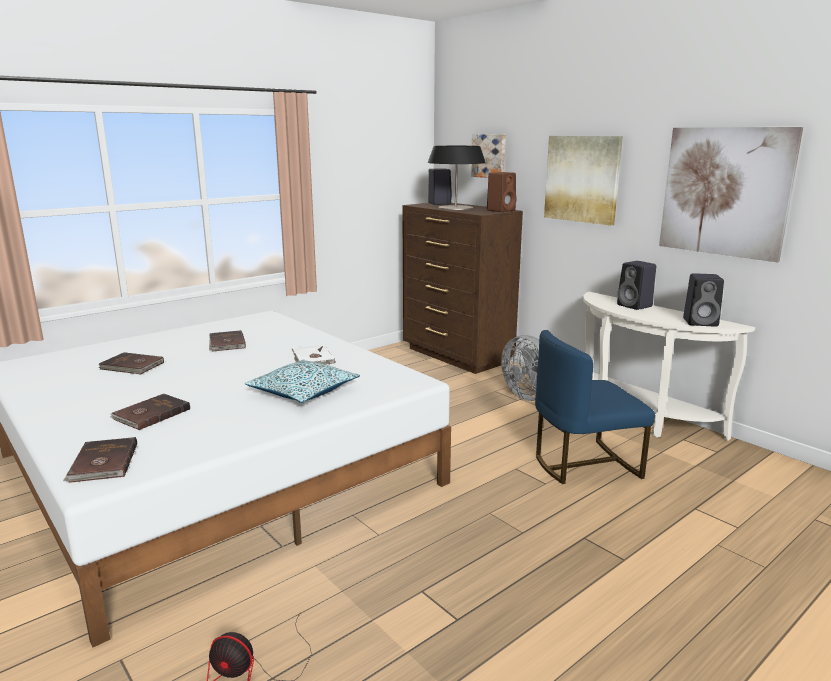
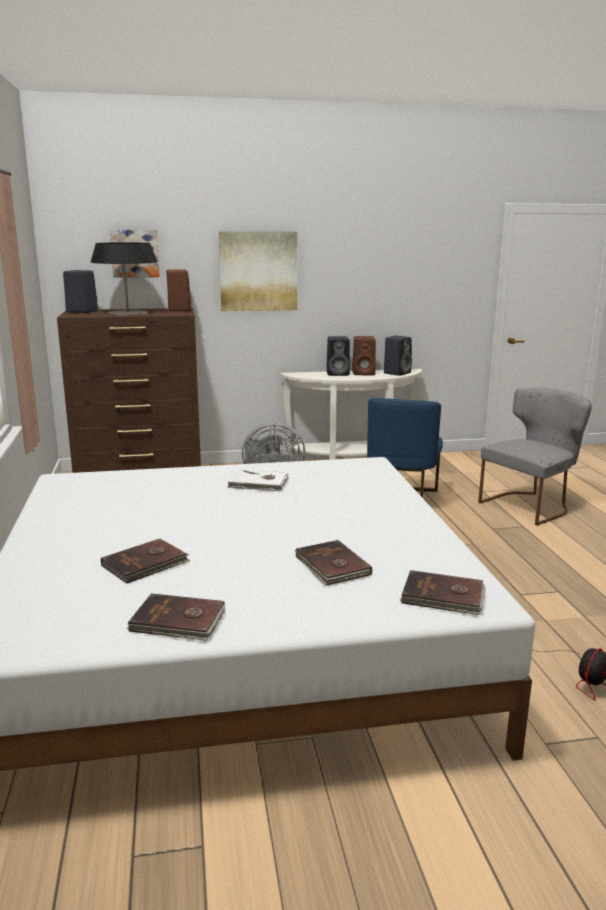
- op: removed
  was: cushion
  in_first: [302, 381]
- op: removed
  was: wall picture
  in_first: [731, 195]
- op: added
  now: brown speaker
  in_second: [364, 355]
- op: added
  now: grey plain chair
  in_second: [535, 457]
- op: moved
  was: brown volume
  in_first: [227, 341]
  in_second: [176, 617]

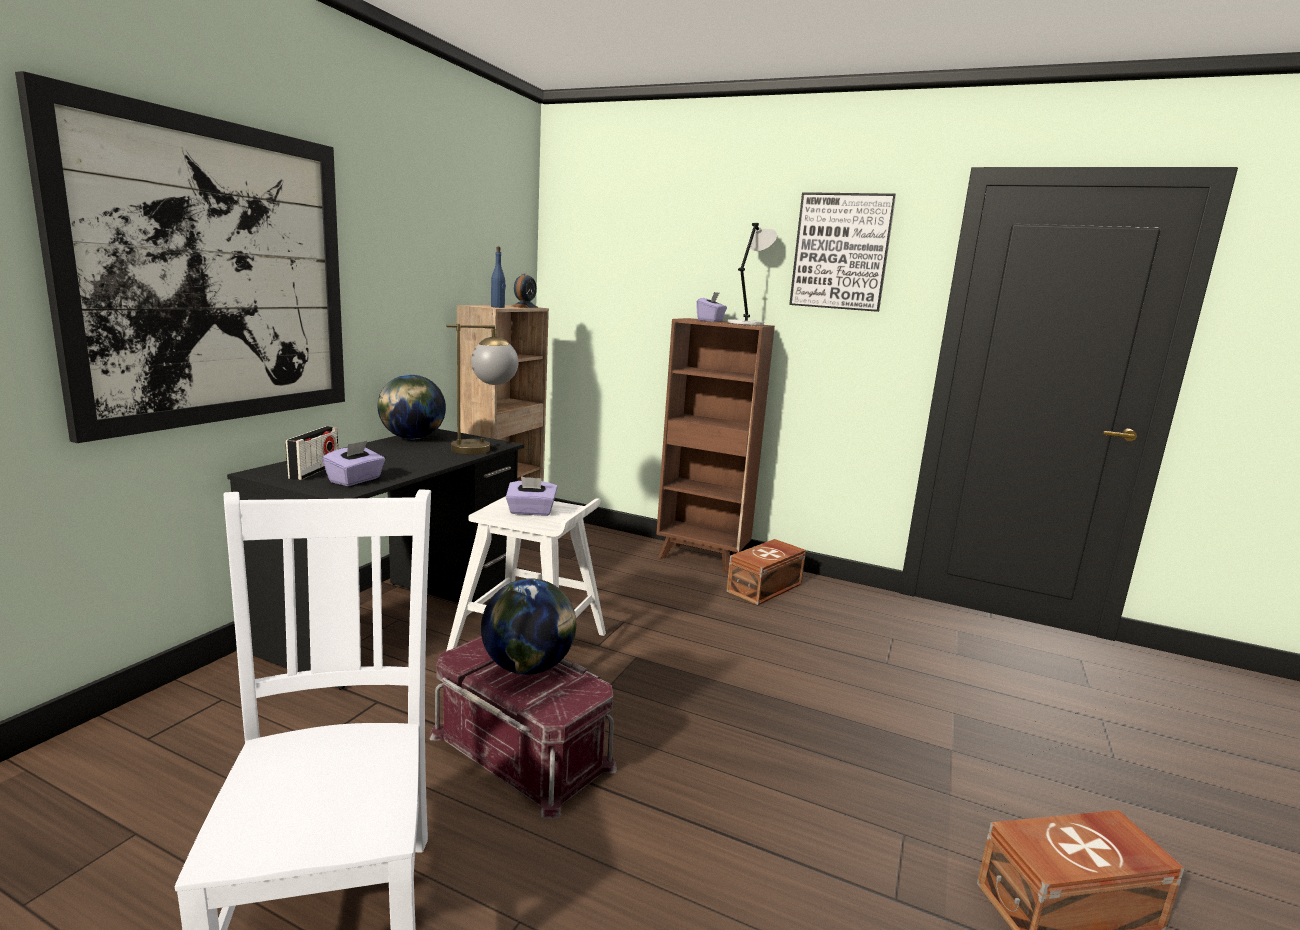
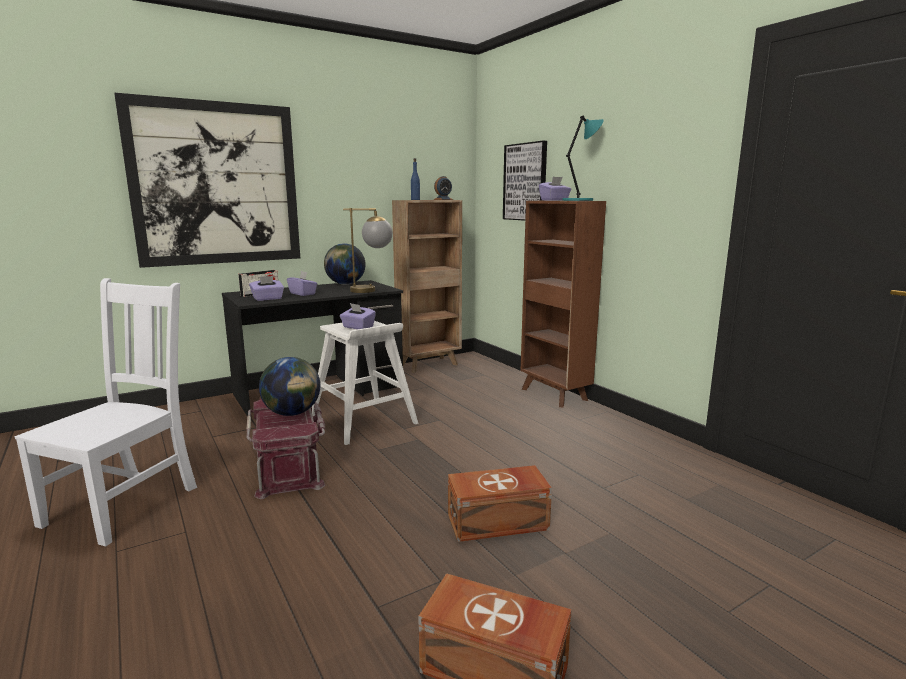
- op: added
  now: purple box of tissues
  in_second: [302, 283]
- op: moved
  was: brown storage box
  in_first: [766, 572]
  in_second: [500, 503]
- op: moved
  was: wall picture
  in_first: [842, 252]
  in_second: [525, 181]
- op: recoloured
  was: grey tabletop lamp
  now: blue-green tabletop lamp
  in_first: [752, 274]
  in_second: [583, 158]

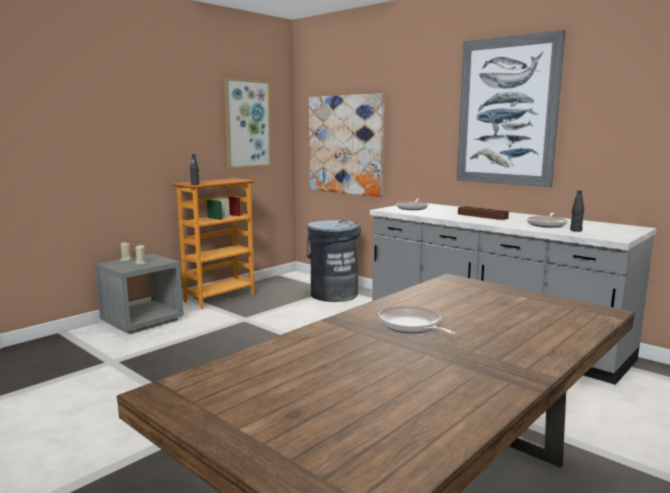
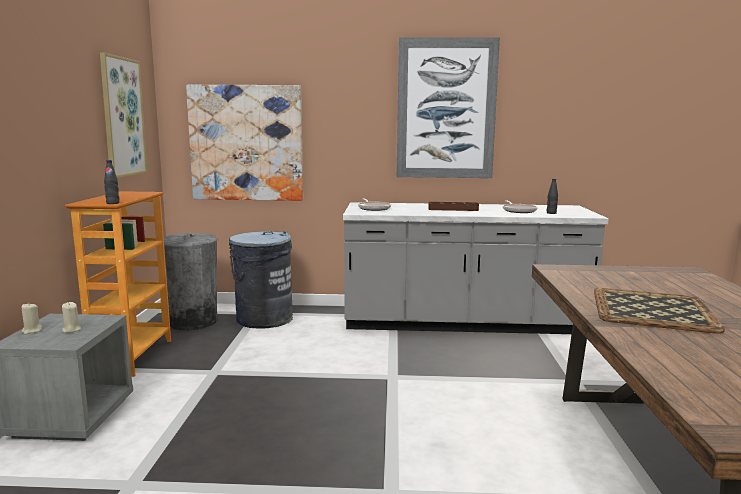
- op: added
  now: grey rubbish bin
  in_second: [191, 281]
- op: replaced
  was: skillet
  now: carrying tray
  in_first: [417, 320]
  in_second: [659, 311]

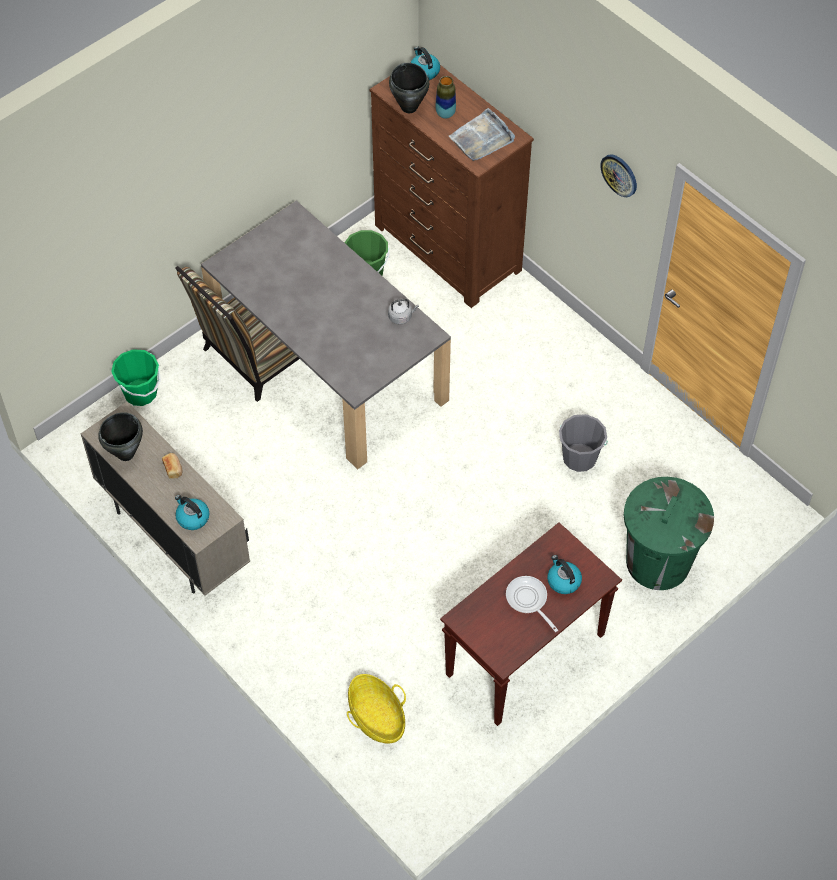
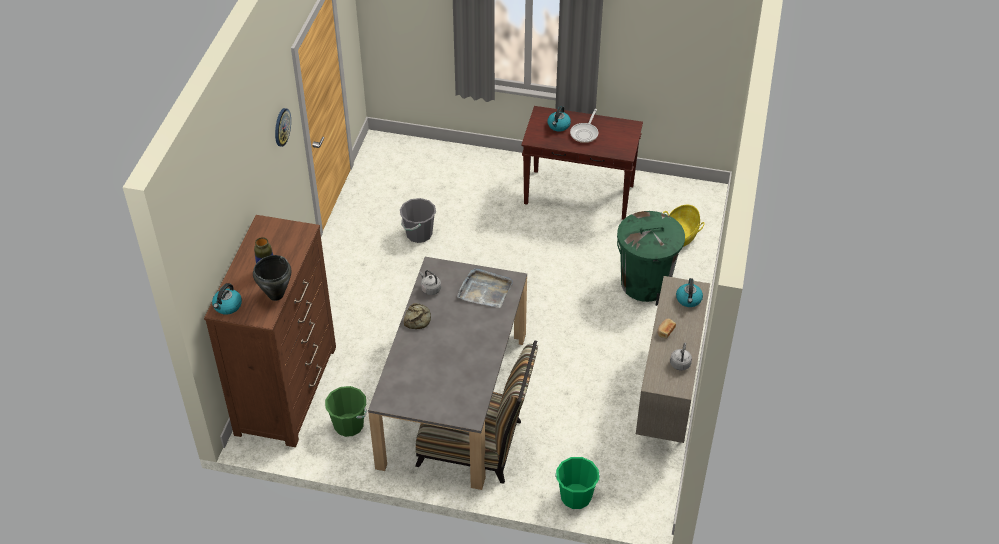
- op: added
  now: bread
  in_second: [417, 316]
- op: moved
  was: grey carrying tray
  in_first: [482, 134]
  in_second: [485, 288]
- op: moved
  was: green-coloured rubbish bin
  in_first: [669, 533]
  in_second: [651, 256]
- op: replaced
  was: black saucepot
  now: grey water kettle
  in_first: [120, 436]
  in_second: [681, 357]

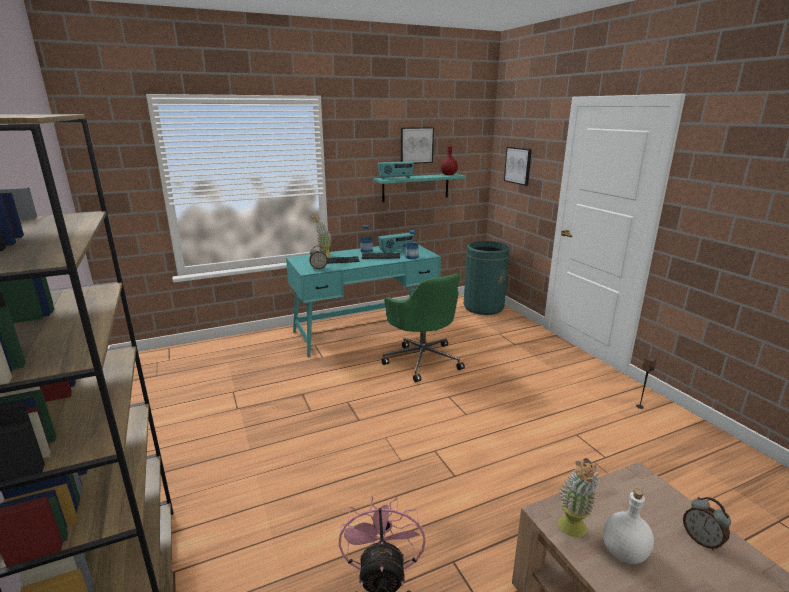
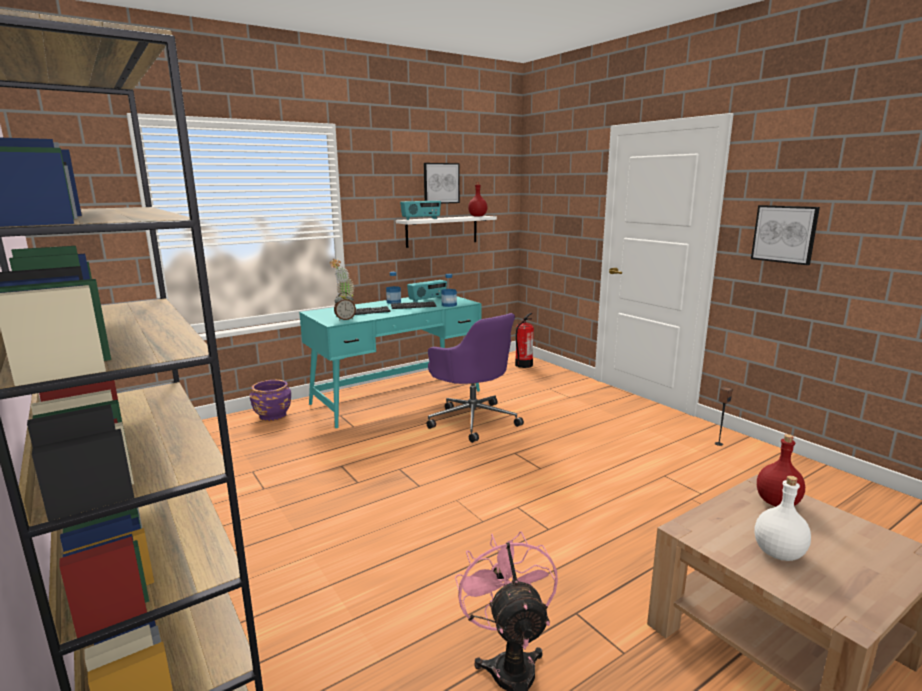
- op: removed
  was: potted plant
  in_first: [579, 497]
- op: removed
  was: bedside clock
  in_first: [707, 524]
- op: added
  now: purple flower pot
  in_second: [270, 400]
- op: added
  now: reddish bottle
  in_second: [781, 470]
- op: moved
  was: wall picture
  in_first: [518, 166]
  in_second: [785, 235]
- op: replaced
  was: green-coloured rubbish bin
  now: fire-fighting cylinder
  in_first: [487, 278]
  in_second: [524, 340]
- op: recoloured
  was: blue-green shelf
  now: whitish shelf
  in_first: [420, 187]
  in_second: [446, 232]
- op: recoloured
  was: green-coloured computer chair
  now: purple computer chair
  in_first: [423, 328]
  in_second: [475, 378]

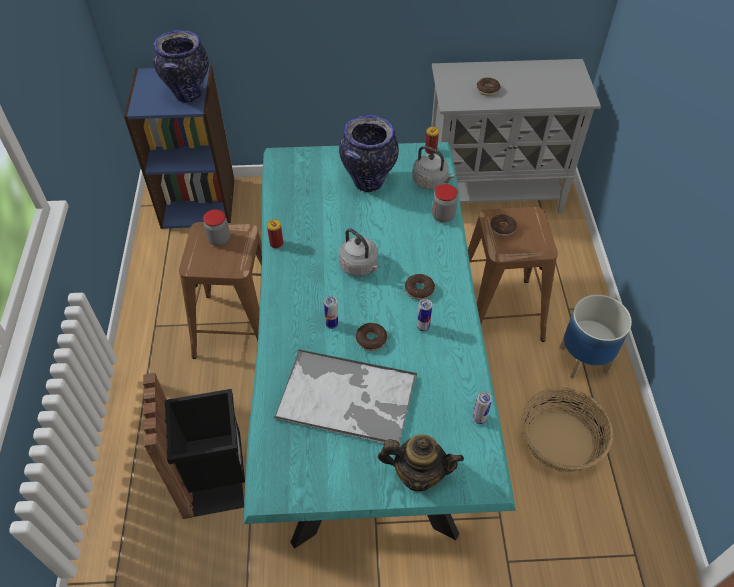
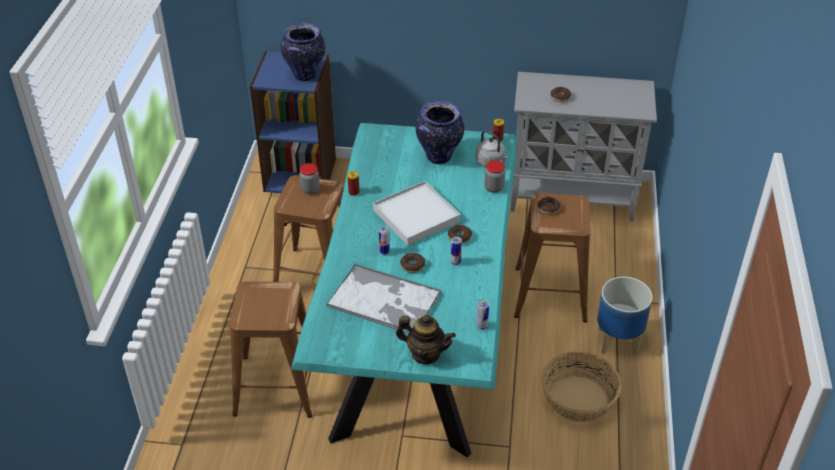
- op: replaced
  was: black rubbish bin
  now: brown stool
  in_first: [194, 446]
  in_second: [270, 349]
- op: replaced
  was: grey water kettle
  now: whitish carrying tray
  in_first: [359, 252]
  in_second: [417, 213]

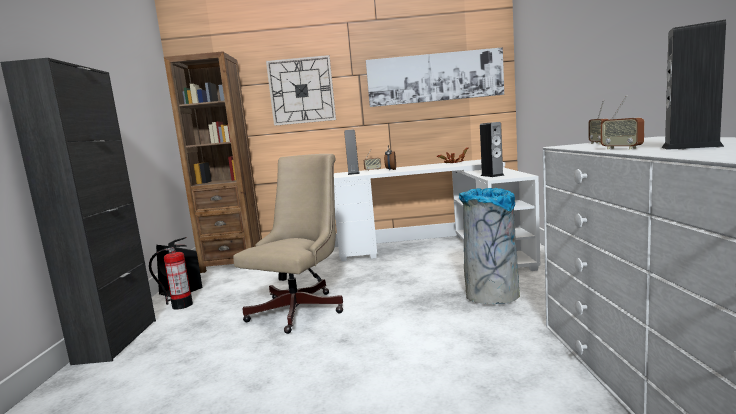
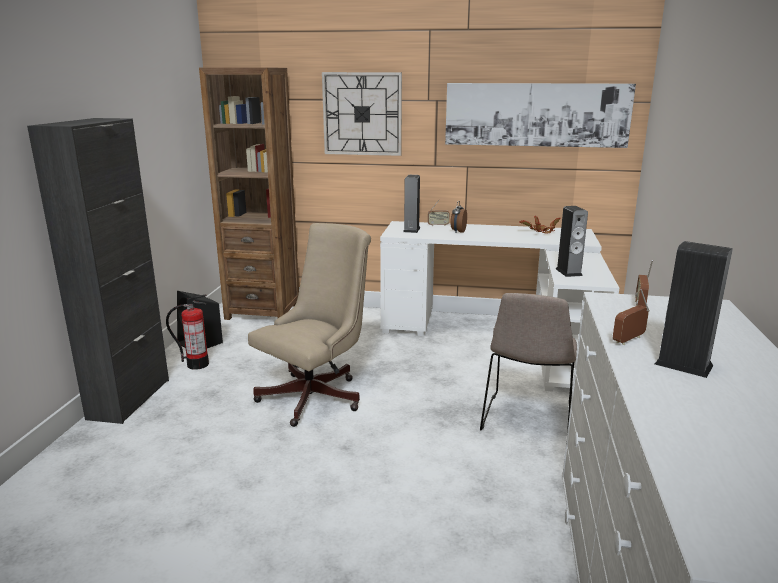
- op: replaced
  was: grey rubbish bin
  now: sand-coloured plain chair
  in_first: [489, 246]
  in_second: [528, 367]
- op: turned
  was: radio
  in_first: [622, 122]
  in_second: [631, 317]
  clockwise: 60

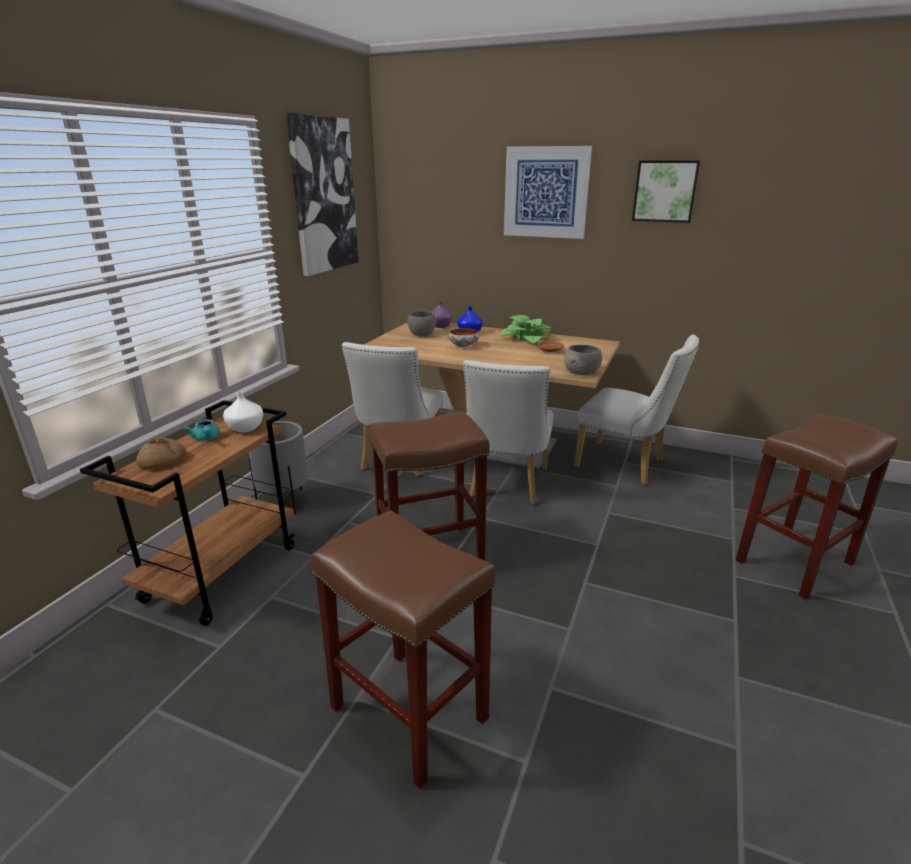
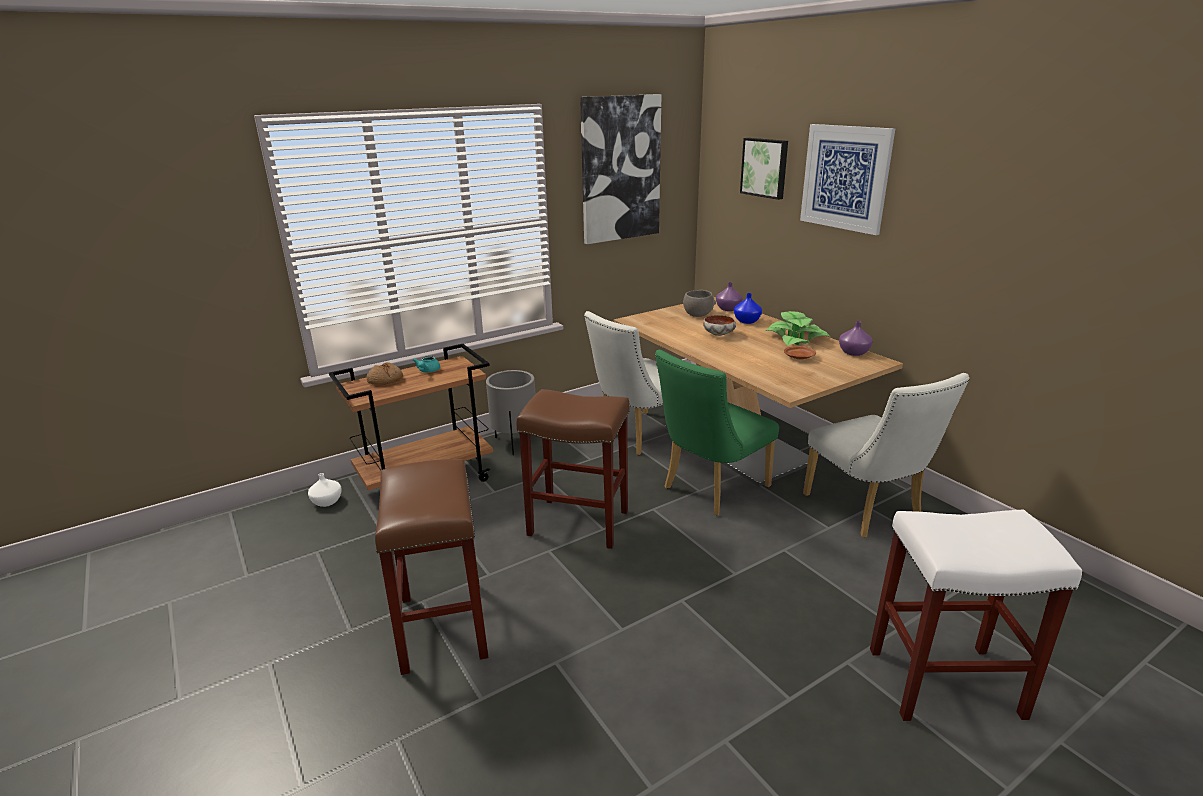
- op: removed
  was: grey bowl
  in_first: [583, 360]
- op: added
  now: purple decorative vase
  in_second: [856, 338]
- op: moved
  was: whitish decorative vase
  in_first: [243, 411]
  in_second: [325, 490]
- op: moved
  was: wall picture
  in_first: [666, 191]
  in_second: [764, 169]
- op: recoloured
  was: whitish plain chair
  now: green-coloured plain chair
  in_first: [508, 432]
  in_second: [717, 433]
- op: recoloured
  was: brown stool
  now: whitish stool
  in_first: [817, 506]
  in_second: [976, 615]

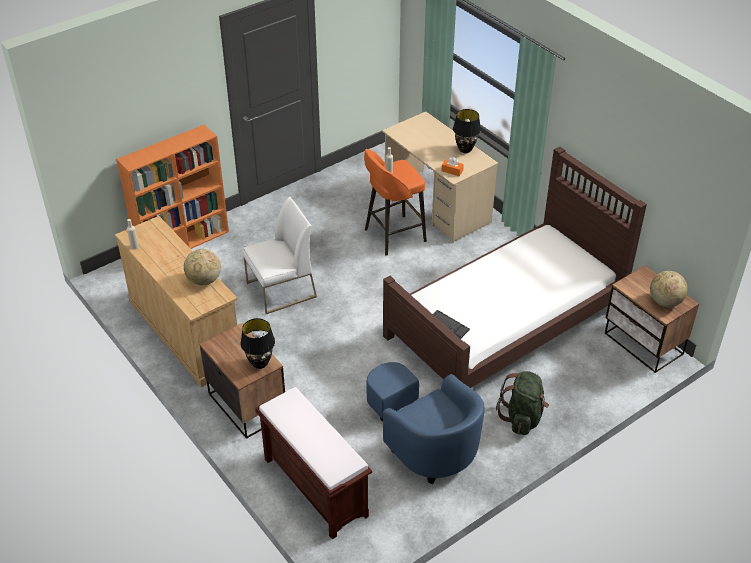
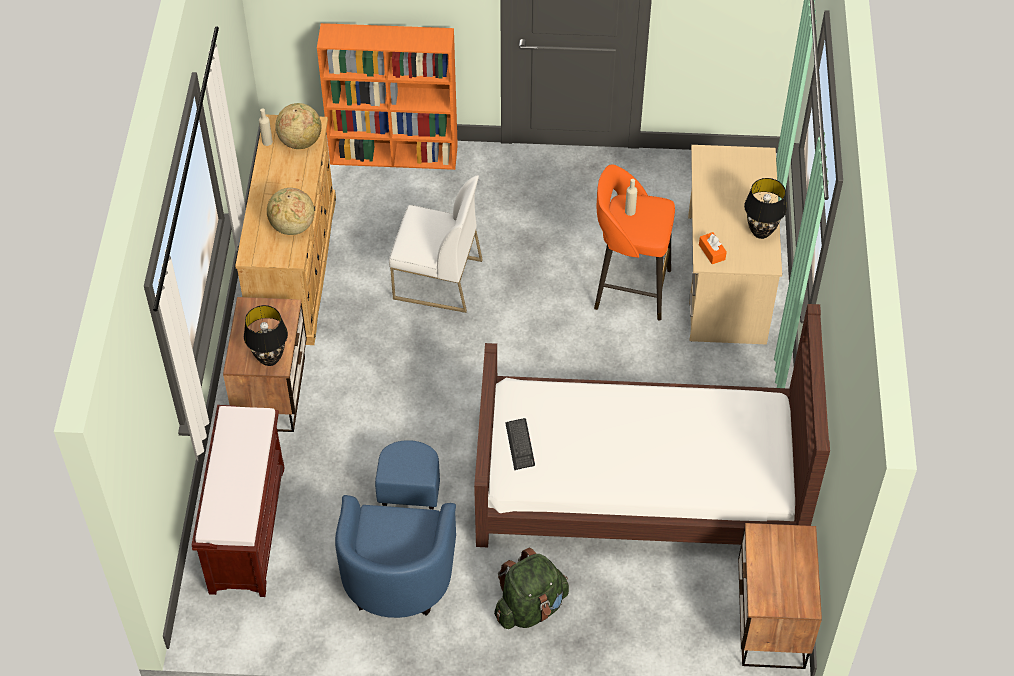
- op: moved
  was: desk globe
  in_first: [669, 289]
  in_second: [298, 126]

